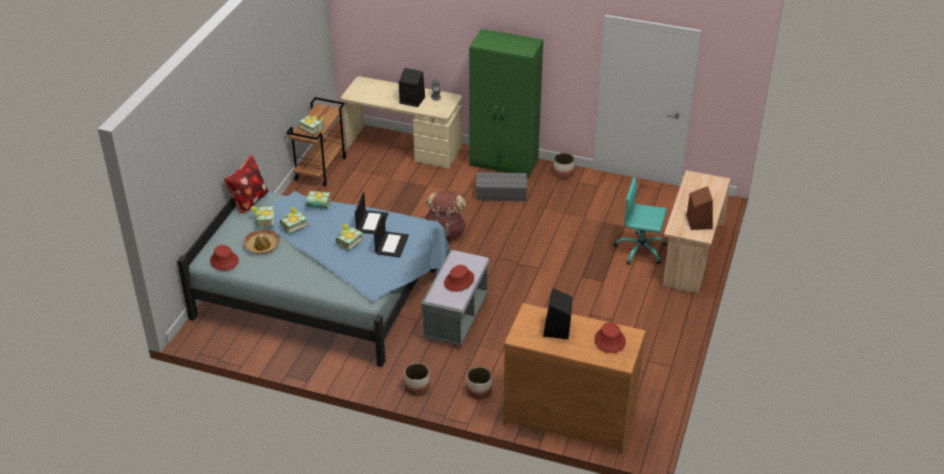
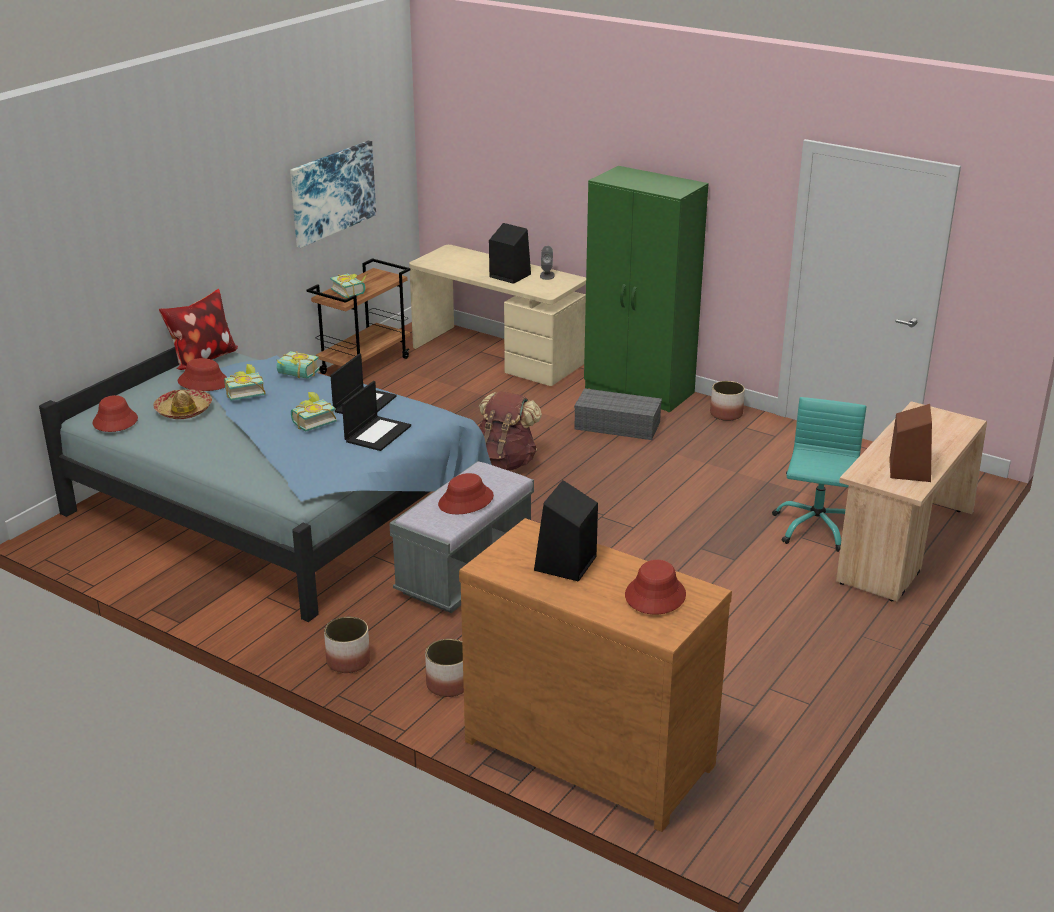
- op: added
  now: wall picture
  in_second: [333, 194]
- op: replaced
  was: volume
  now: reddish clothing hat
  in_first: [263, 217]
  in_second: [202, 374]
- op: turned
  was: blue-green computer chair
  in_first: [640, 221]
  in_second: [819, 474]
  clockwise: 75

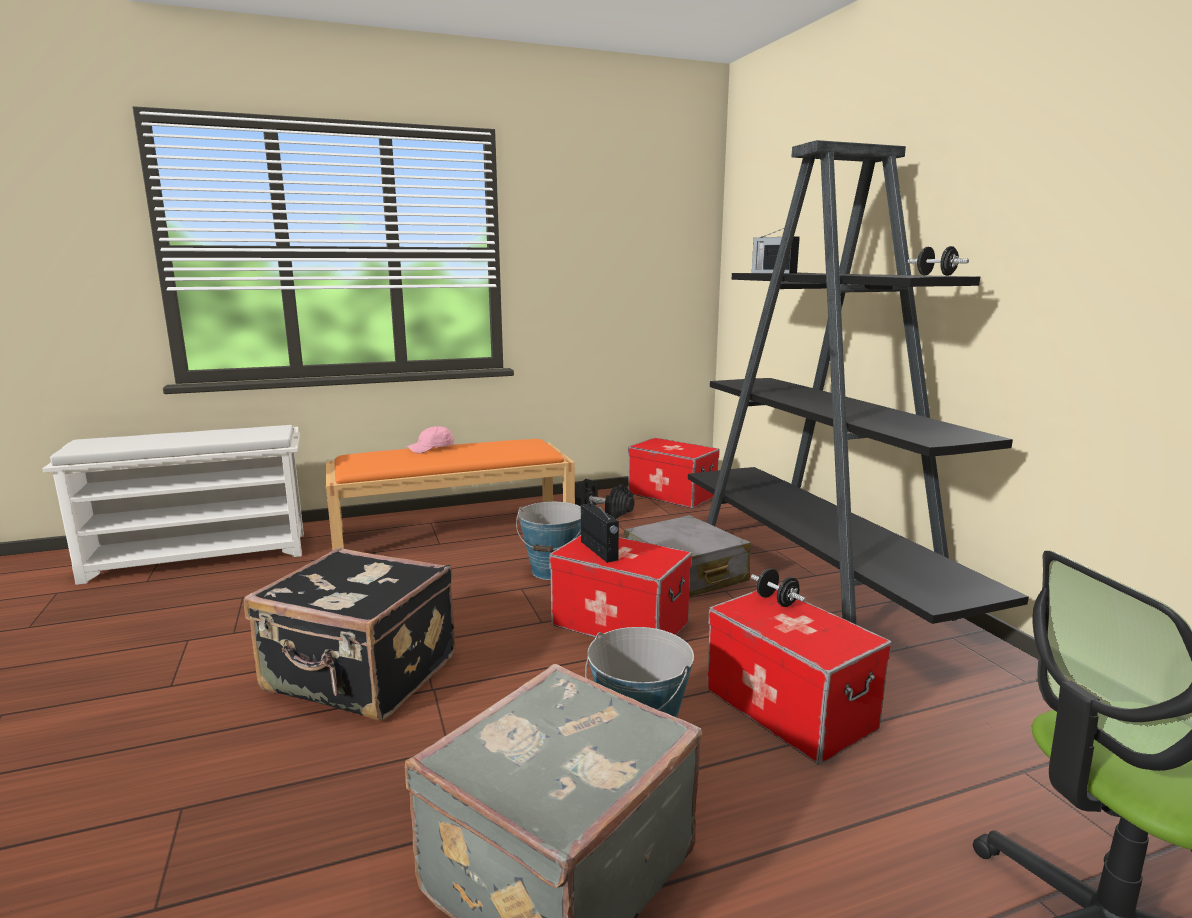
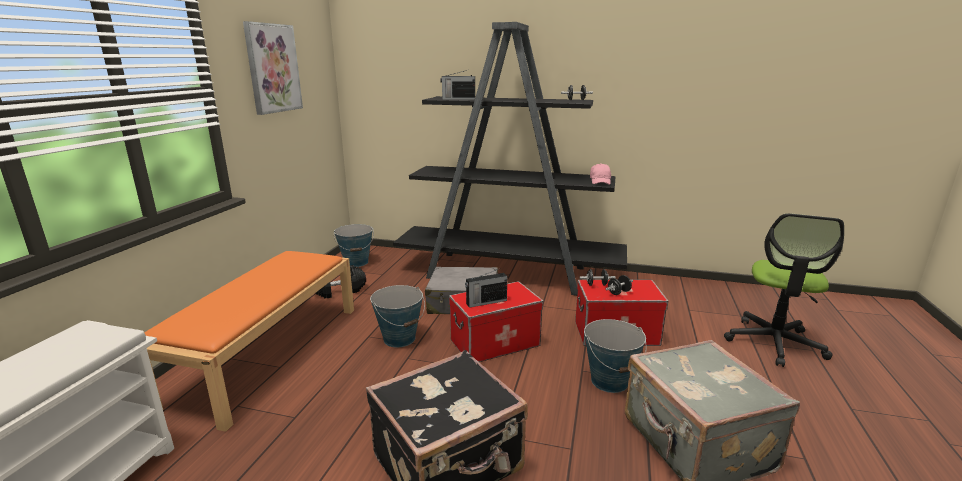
- op: added
  now: wall picture
  in_second: [273, 68]
- op: added
  now: black dumbbell
  in_second: [619, 285]
- op: moved
  was: pinkish baseball cap
  in_first: [430, 439]
  in_second: [600, 174]
- op: replaced
  was: storage box
  now: pail
  in_first: [674, 473]
  in_second: [354, 245]
- op: turned
  was: radio
  in_first: [600, 529]
  in_second: [486, 288]
  clockwise: 150

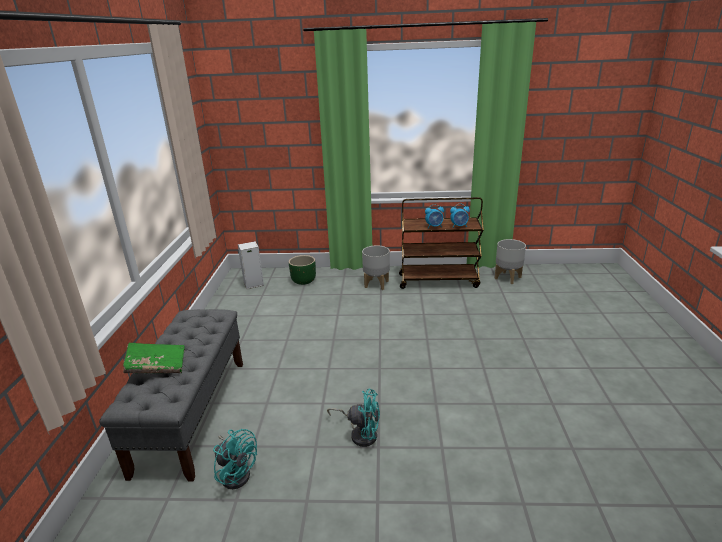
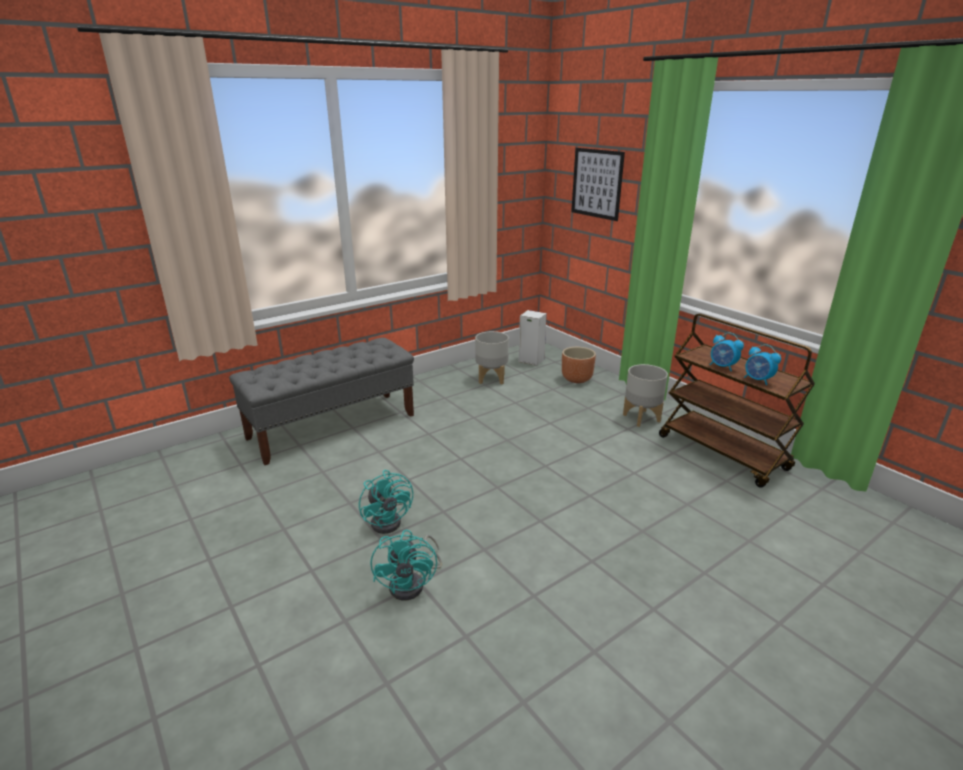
- op: removed
  was: green-coloured volume
  in_first: [154, 358]
- op: added
  now: wall picture
  in_second: [598, 184]
- op: moved
  was: blue-green cooling fan
  in_first: [235, 459]
  in_second: [406, 565]
- op: moved
  was: grey flower pot
  in_first: [510, 261]
  in_second: [492, 358]
- op: recoloured
  was: green-coloured flower pot
  now: brown flower pot
  in_first: [302, 270]
  in_second: [579, 365]

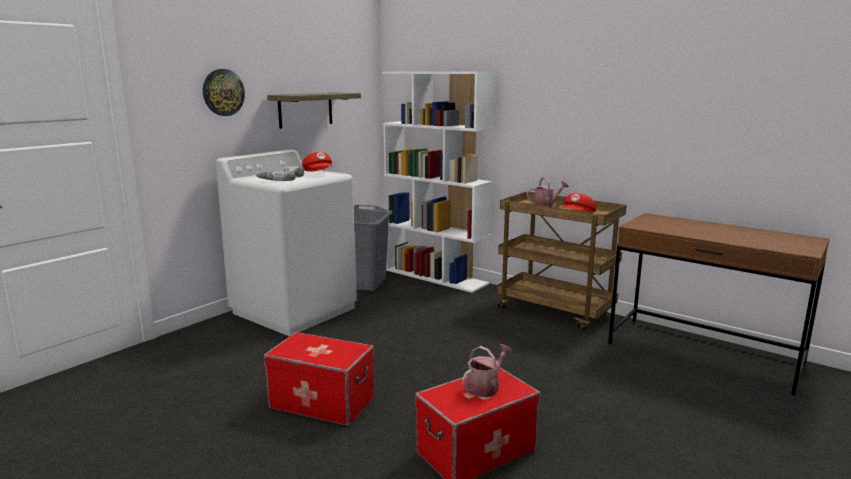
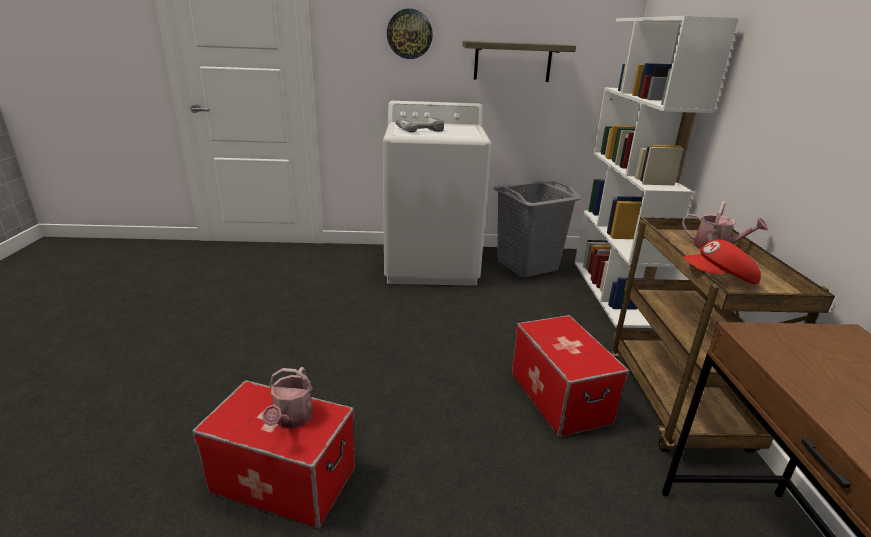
- op: removed
  was: reddish baseball cap
  in_first: [317, 162]
- op: moved
  was: storage box
  in_first: [319, 379]
  in_second: [570, 376]
- op: turned
  was: watering can
  in_first: [487, 370]
  in_second: [287, 398]
  clockwise: 90

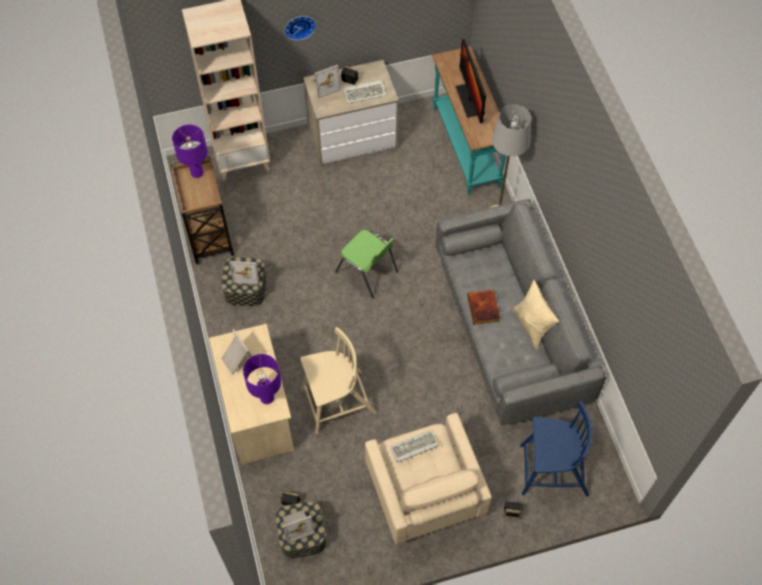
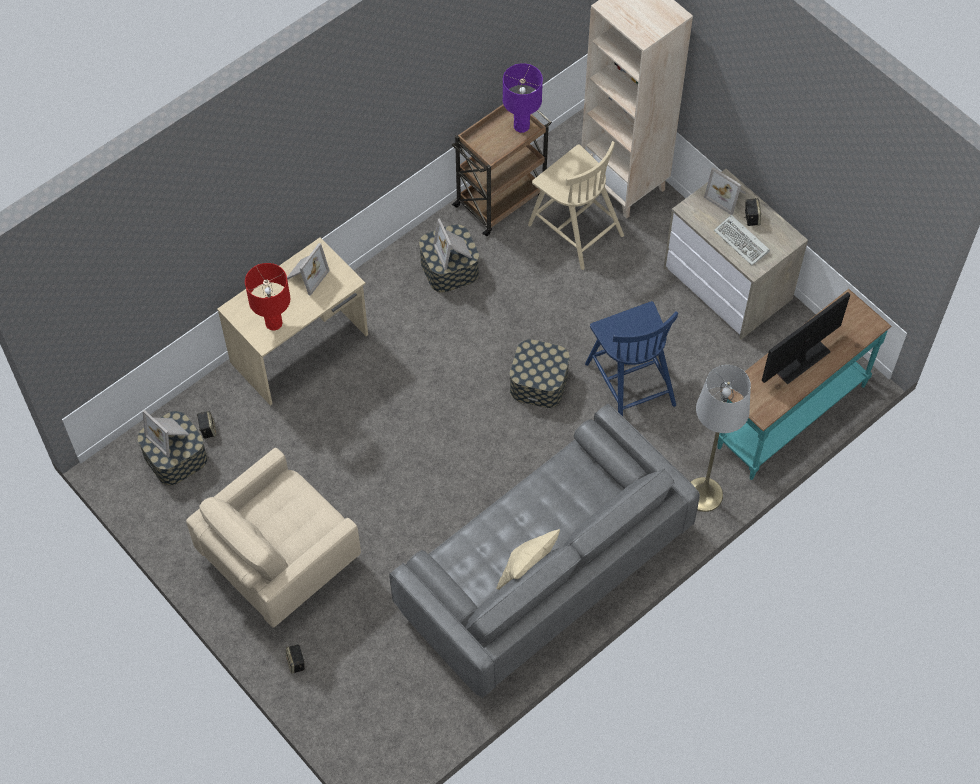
- op: removed
  was: hanging clock
  in_first: [300, 28]
- op: removed
  was: PC keyboard
  in_first: [414, 446]
- op: removed
  was: volume
  in_first: [483, 307]
- op: moved
  was: sand-coloured plain chair
  in_first: [338, 380]
  in_second: [576, 205]
- op: moved
  was: blue plain chair
  in_first: [556, 449]
  in_second: [631, 358]
- op: replaced
  was: green-coloured plain chair
  now: storage box
  in_first: [366, 264]
  in_second: [540, 373]
- op: recoloured
  was: purple tabletop lamp
  now: reddish tabletop lamp
  in_first: [262, 379]
  in_second: [267, 297]

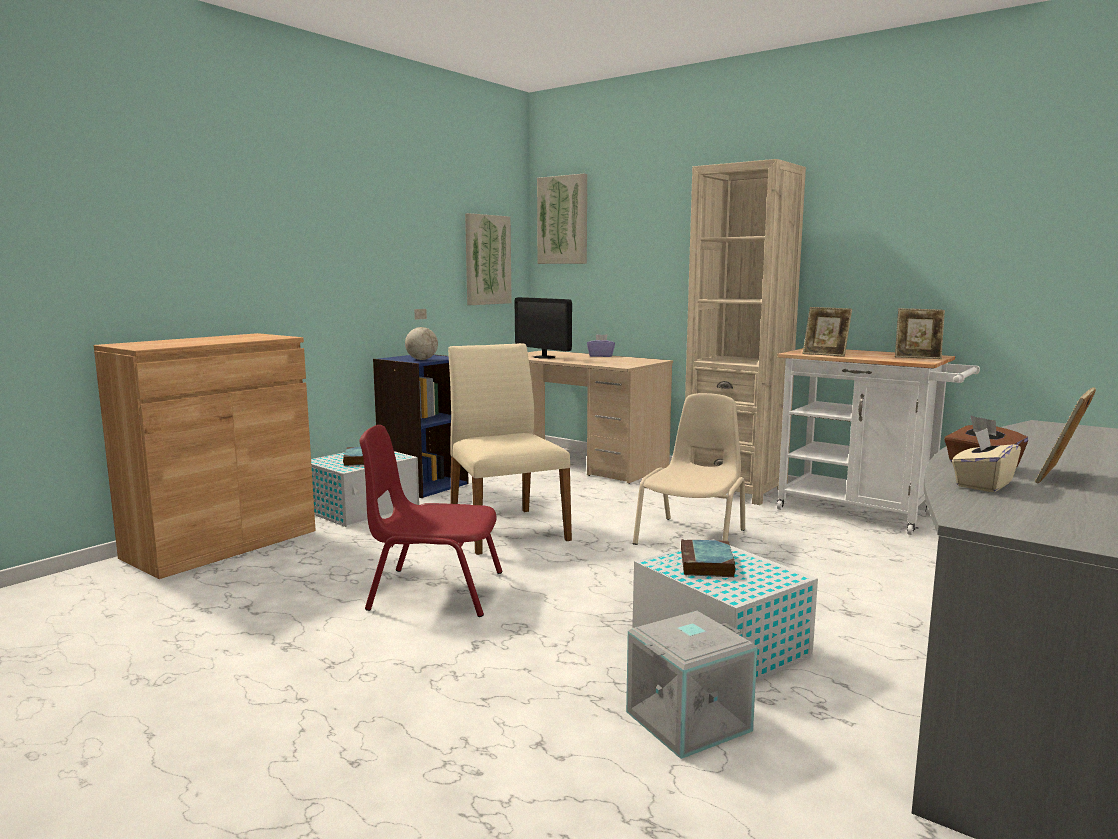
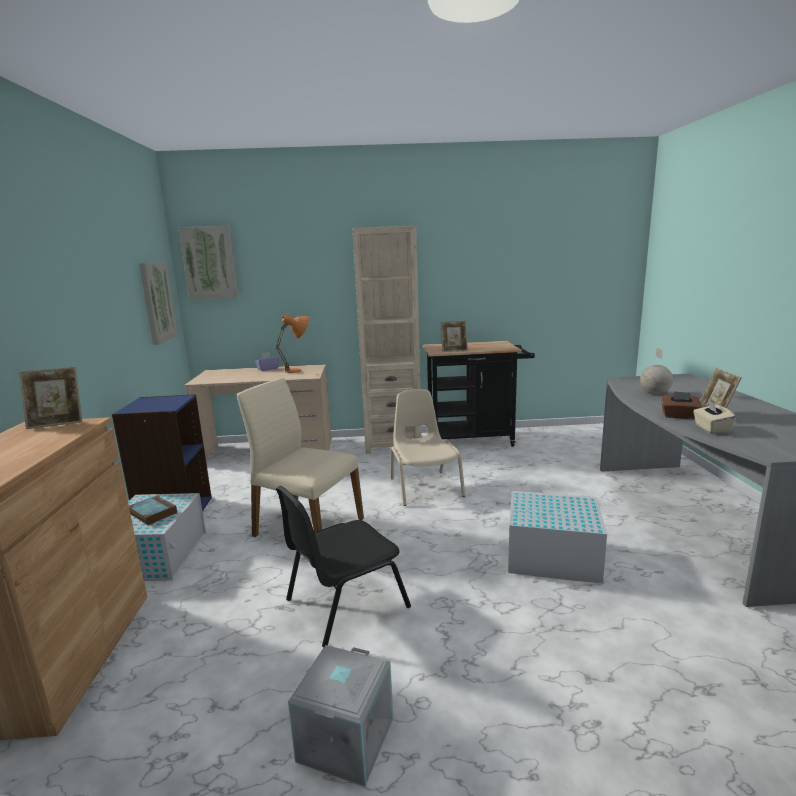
- op: removed
  was: computer display
  in_first: [543, 328]
- op: removed
  was: volume
  in_first: [708, 558]
- op: added
  now: orange tabletop lamp
  in_second: [292, 343]
- op: moved
  was: desk globe
  in_first: [421, 334]
  in_second: [656, 371]
- op: moved
  was: grey storage box
  in_first: [692, 685]
  in_second: [340, 716]
- op: moved
  was: photo frame
  in_first: [920, 333]
  in_second: [50, 398]
- op: recoloured
  was: reddish plain chair
  now: black plain chair
  in_first: [430, 521]
  in_second: [343, 567]
- op: recoloured
  was: whitish trolley
  now: black trolley
  in_first: [878, 441]
  in_second: [479, 394]

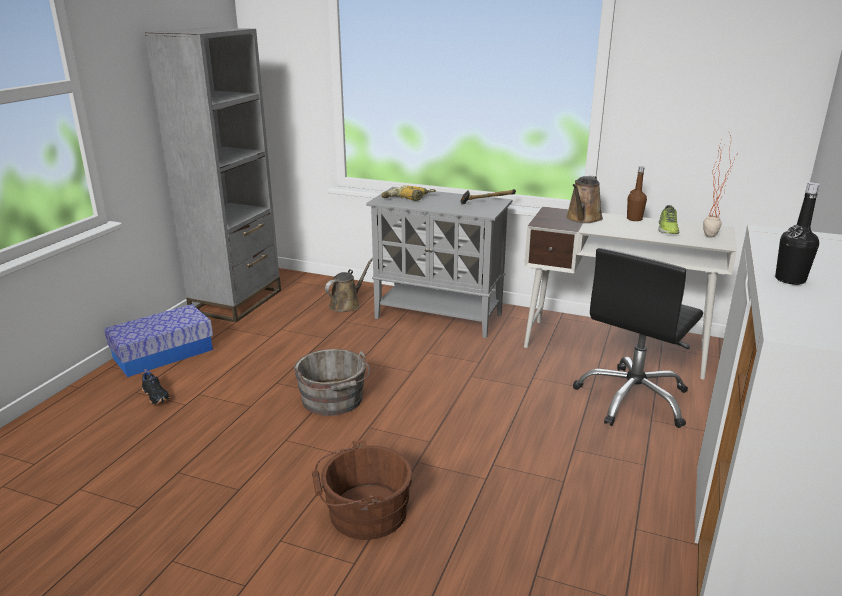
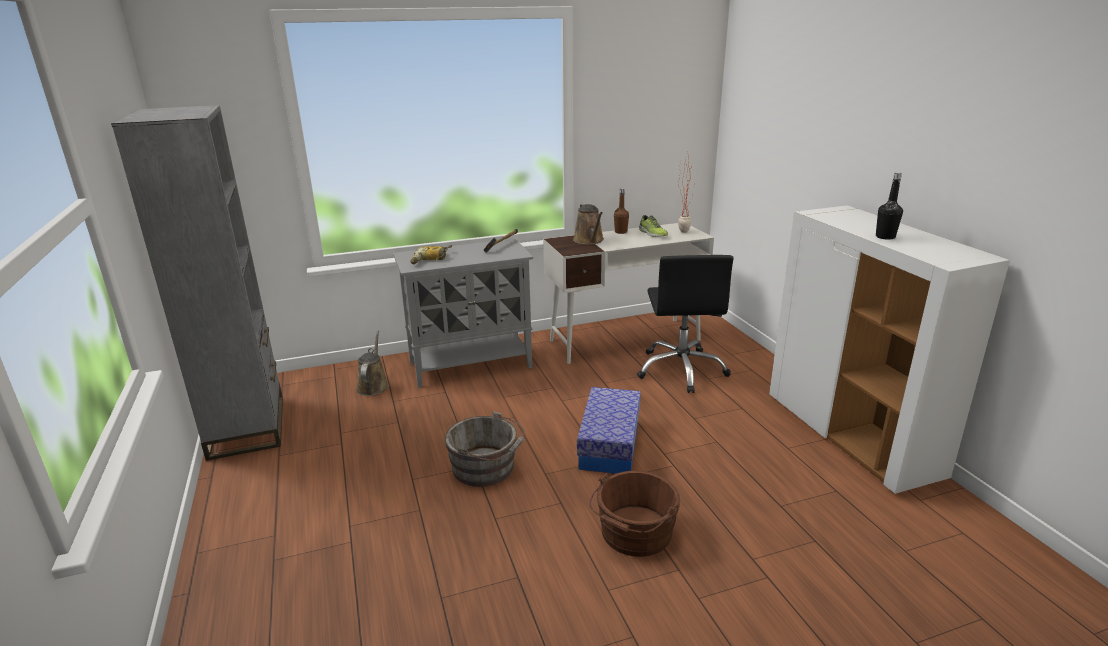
- op: removed
  was: black item of footwear
  in_first: [156, 387]
- op: moved
  was: storage box
  in_first: [158, 340]
  in_second: [609, 430]

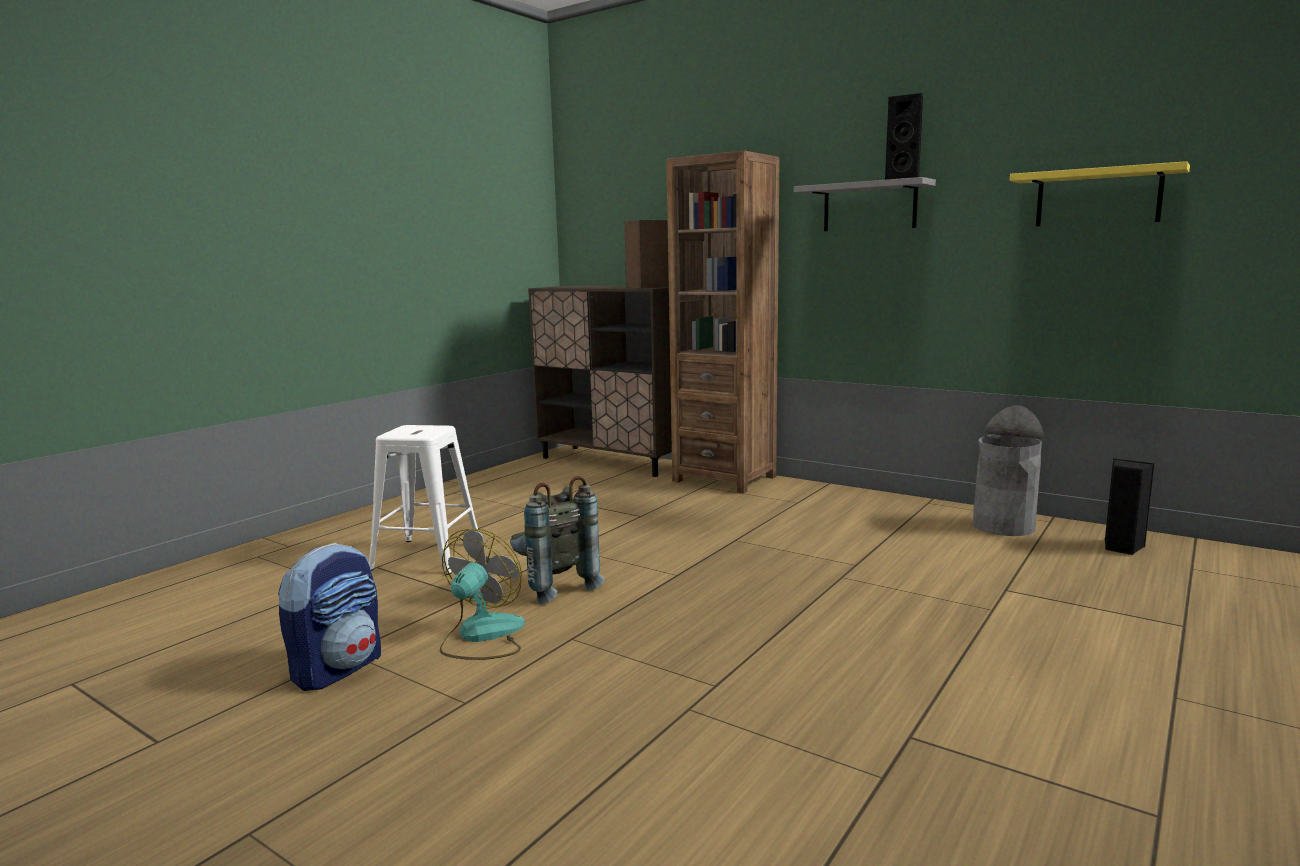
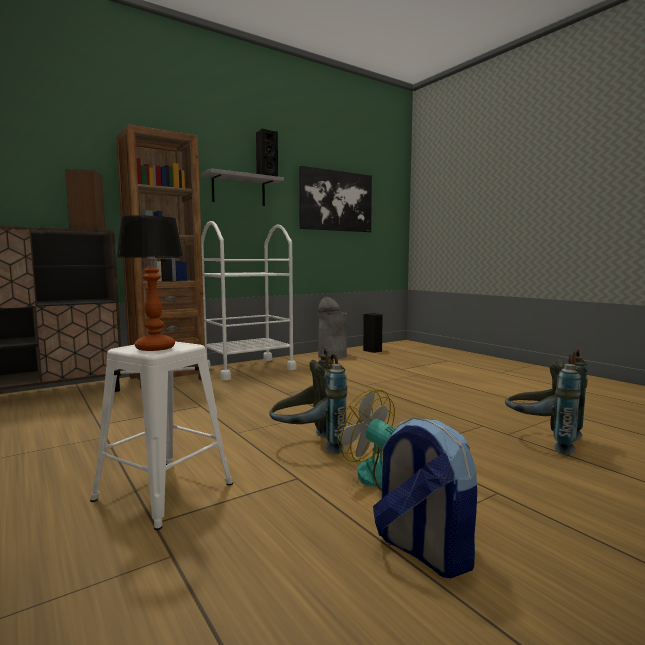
- op: added
  now: tabletop lamp
  in_second: [150, 283]
- op: added
  now: whitish trolley
  in_second: [248, 300]
- op: added
  now: grey rucksack
  in_second: [546, 402]
- op: replaced
  was: yellow shelf
  now: wall picture
  in_first: [1100, 193]
  in_second: [335, 199]

